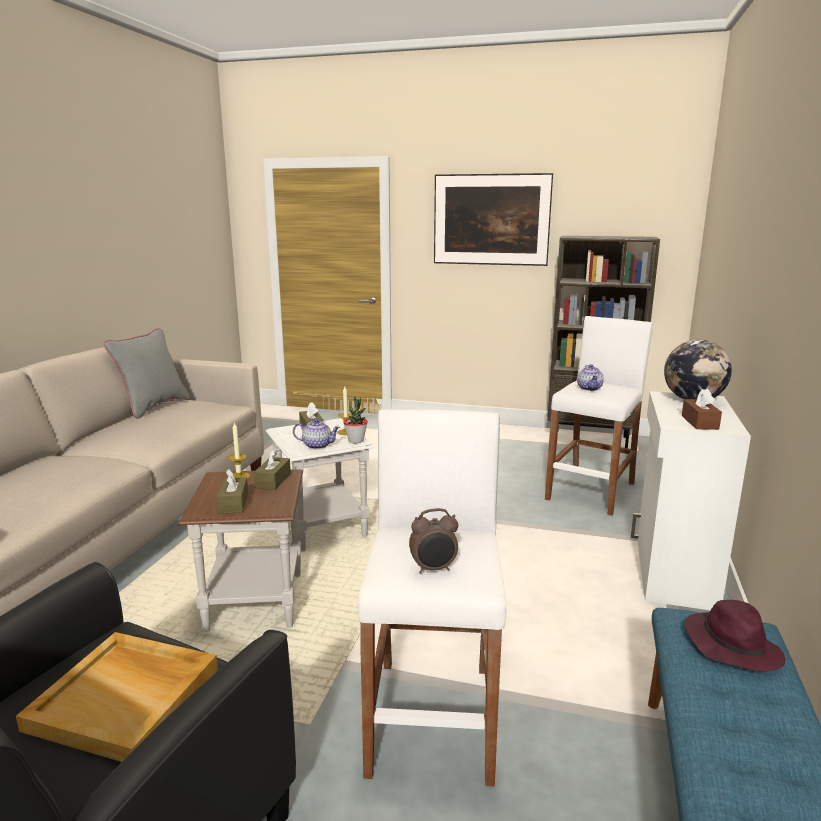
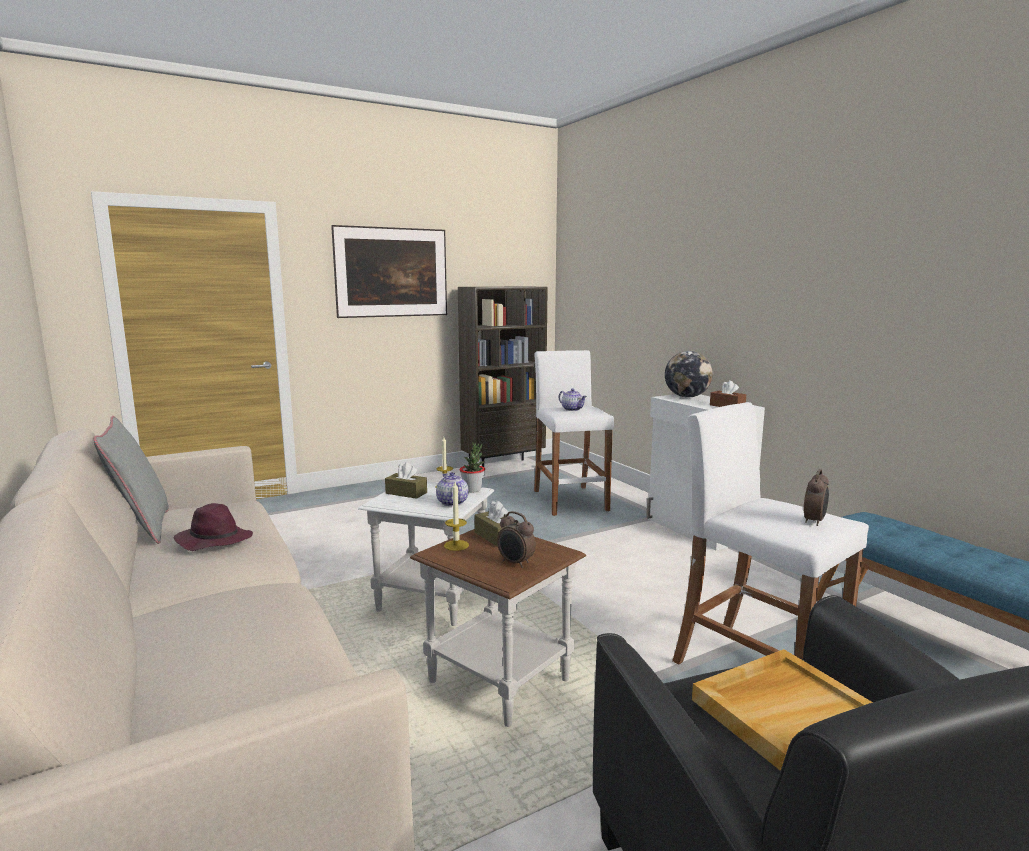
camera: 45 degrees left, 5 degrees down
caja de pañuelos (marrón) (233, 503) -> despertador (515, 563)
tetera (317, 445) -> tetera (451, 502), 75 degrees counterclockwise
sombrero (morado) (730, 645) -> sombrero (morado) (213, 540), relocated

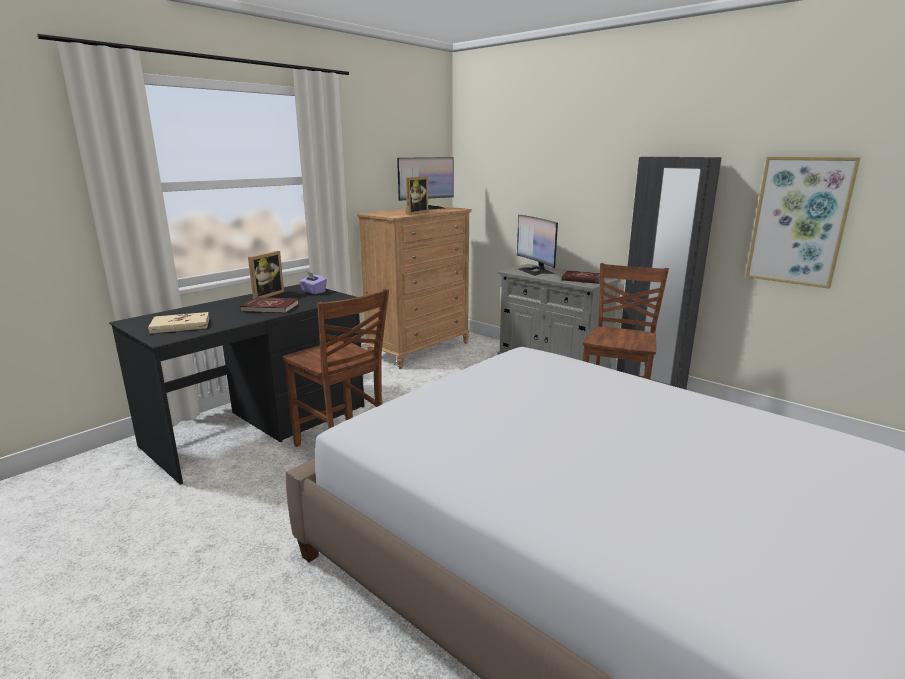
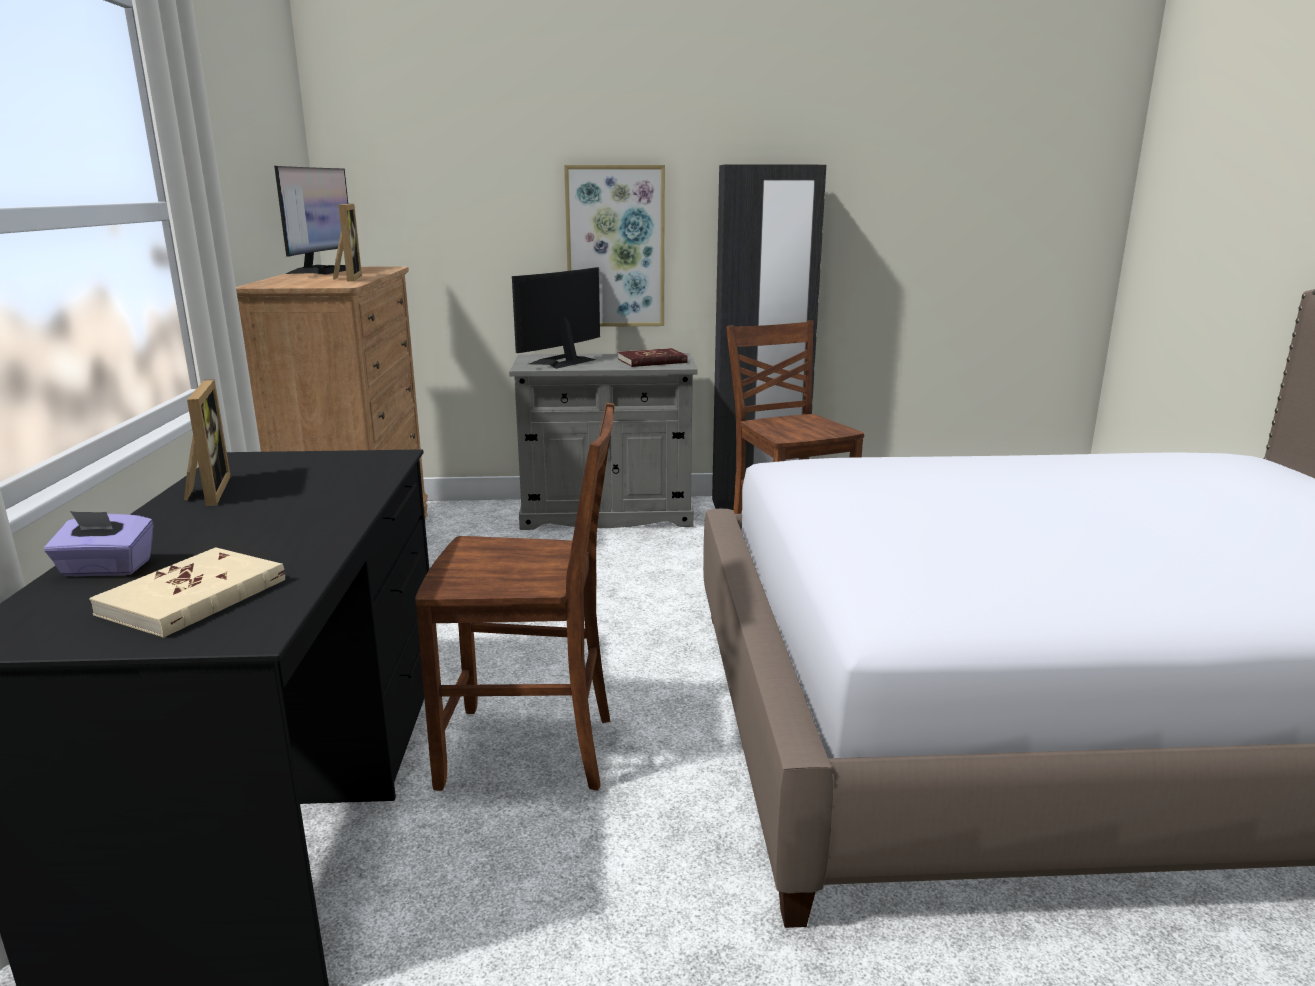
camera: 45 degrees left, 0 degrees up
libro (rojo) (270, 308) -> none
caja de pañuelos (morado) (313, 291) -> caja de pañuelos (morado) (106, 569), relocated
monitor (535, 271) -> monitor (562, 361), 105 degrees clockwise
cuadro (799, 221) -> cuadro (615, 247), relocated

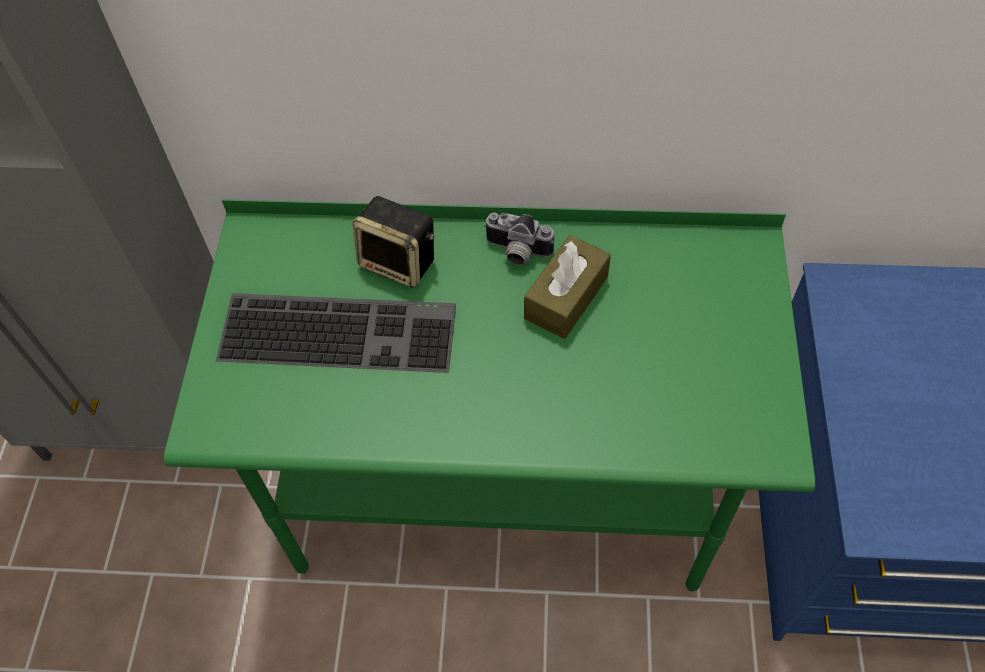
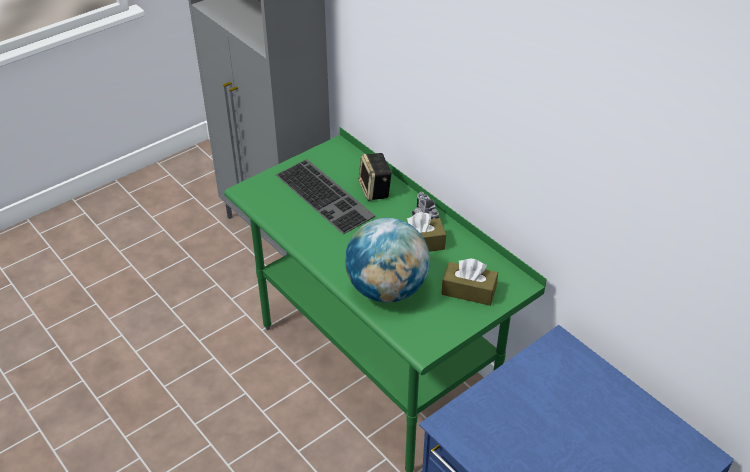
camera: 45 degrees right, 15 degrees down
none -> globo terráqueo (386, 289)
none -> caja de pañuelos (marrón) (468, 291)

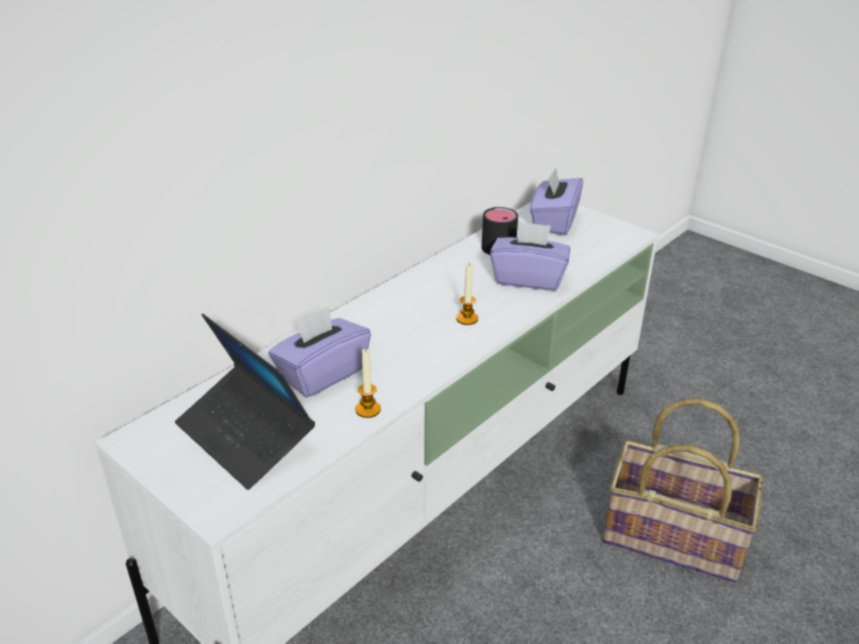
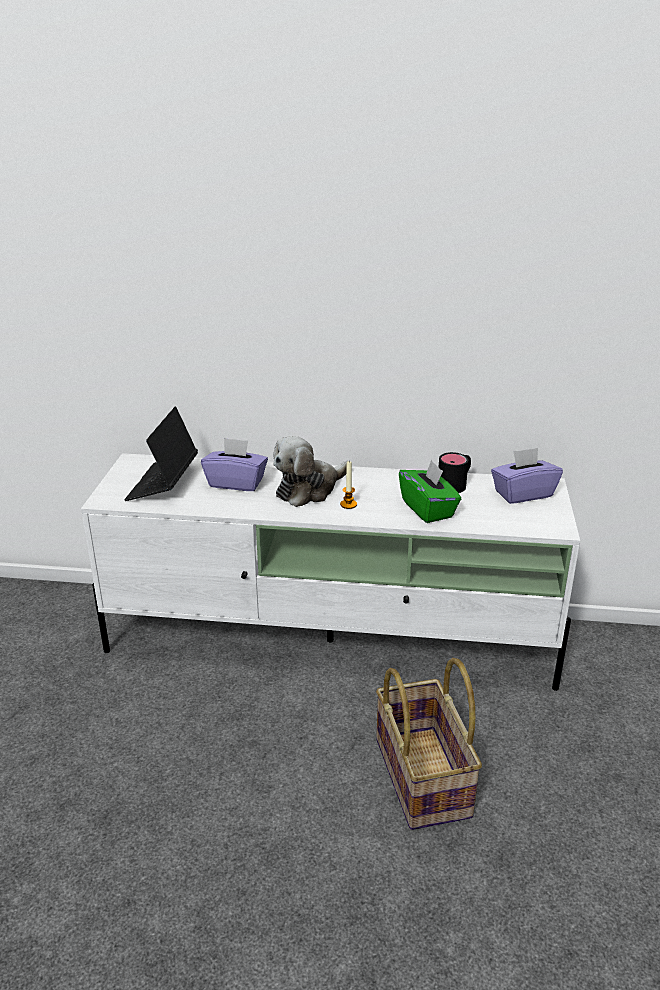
camera: 55 degrees right, 5 degrees down
vela (368, 409) -> none
caja de pañuelos (morado) (528, 278) -> caja de pañuelos (verde) (428, 509)
none -> peluche (309, 489)

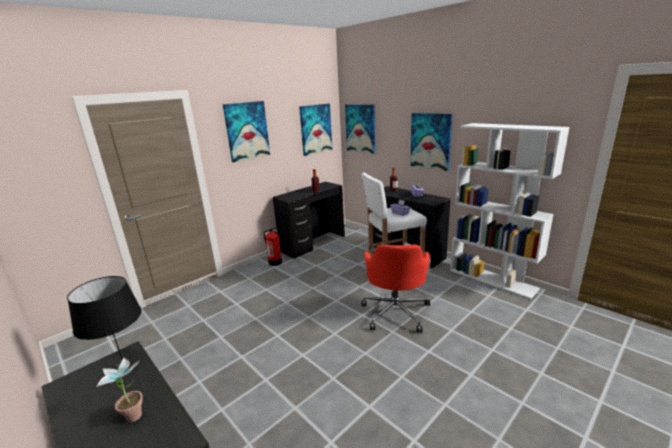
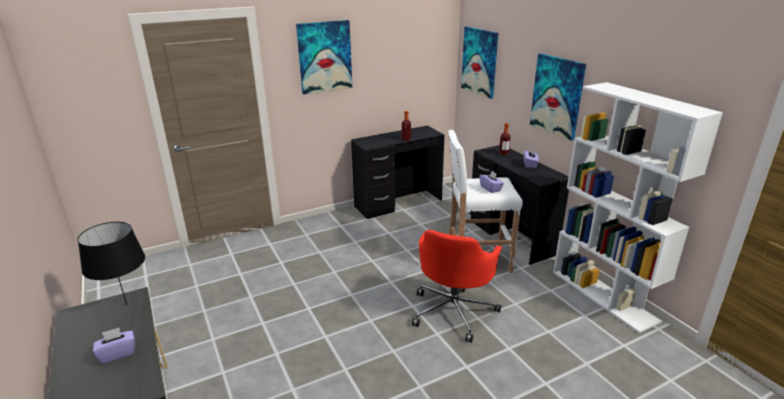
camera: 15 degrees right, 5 degrees up
planta en maceta (133, 412) -> caja de pañuelos (morado) (117, 353)
extintor (275, 262) -> none
cuadro (315, 129) -> none

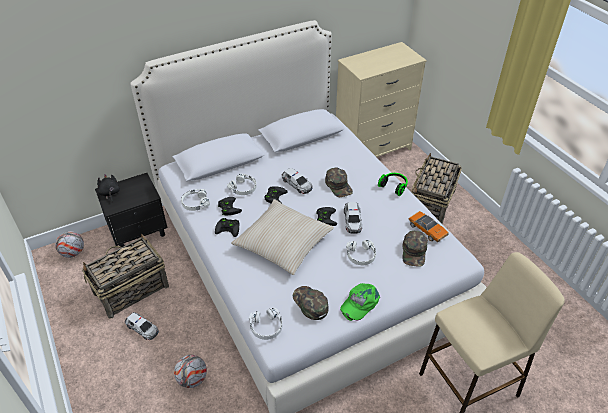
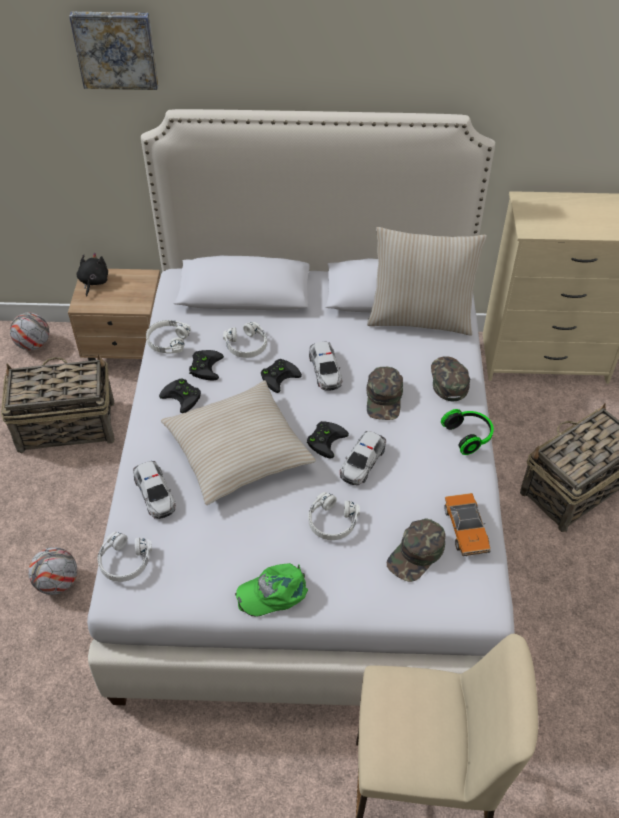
camera: 30 degrees right, 5 degrees up
mesita de noche (negro) (139, 232) -> mesita de noche (beis) (128, 349)
coche de juguete (142, 328) -> coche de juguete (155, 493), relocated
gorra (verde) (310, 303) -> gorra (verde) (448, 380), relocated
none -> cuadro (116, 49)
none -> cojín (beis) (420, 318)

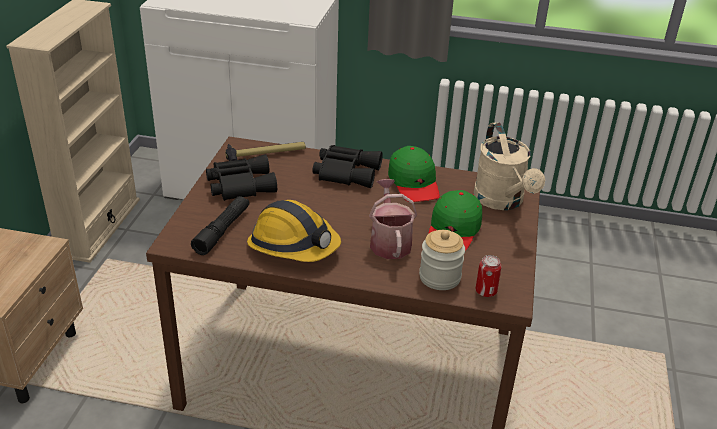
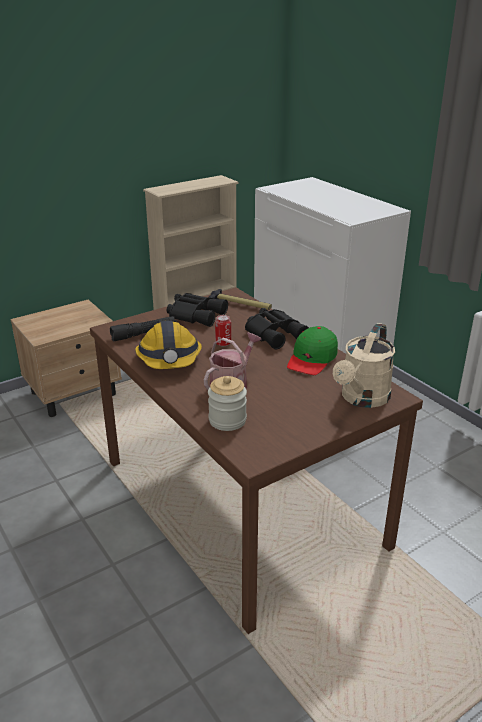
camera: 45 degrees right, 5 degrees down
gorra (verde) (453, 230) -> none
lata (486, 291) -> lata (223, 343), relocated

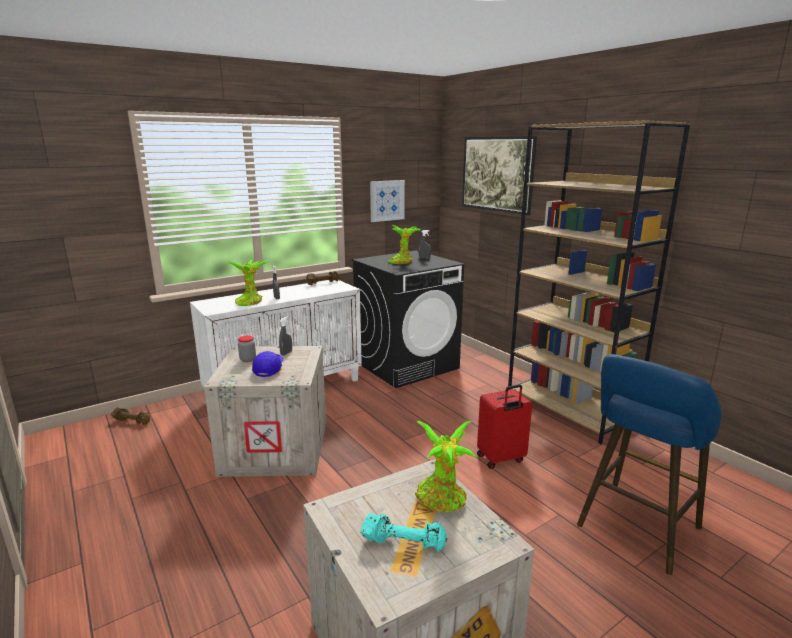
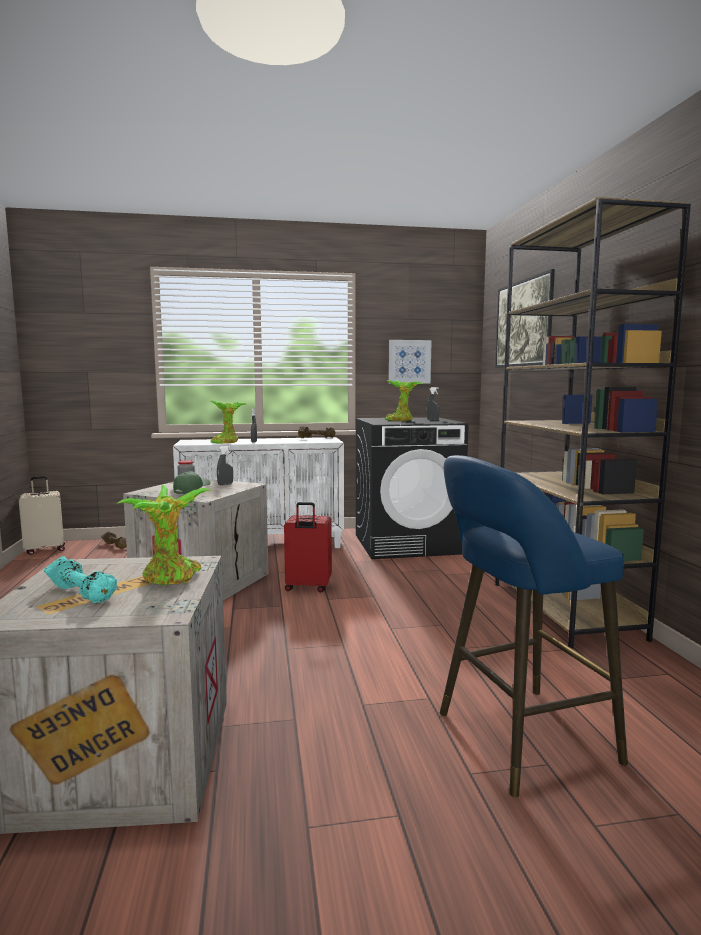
camera: 25 degrees right, 10 degrees down
gorra (azul) (269, 369) -> gorra (verde) (192, 490)
maleta (rojo) (501, 459) -> maleta (rojo) (308, 587), relocated
none -> maleta (beis) (45, 550)

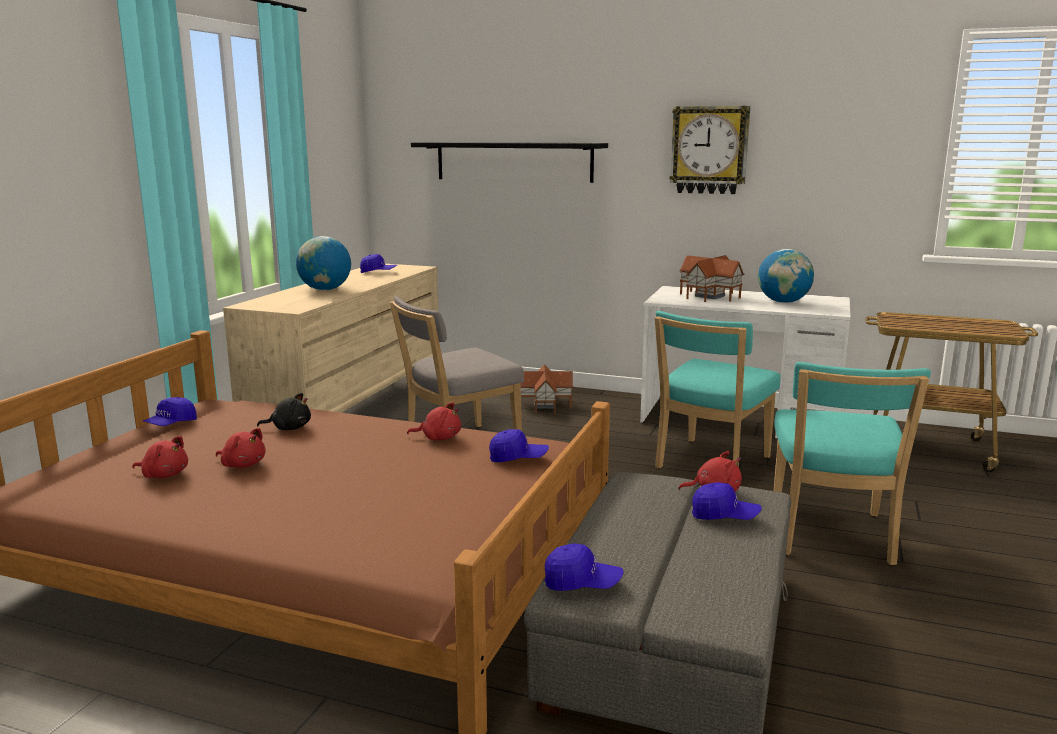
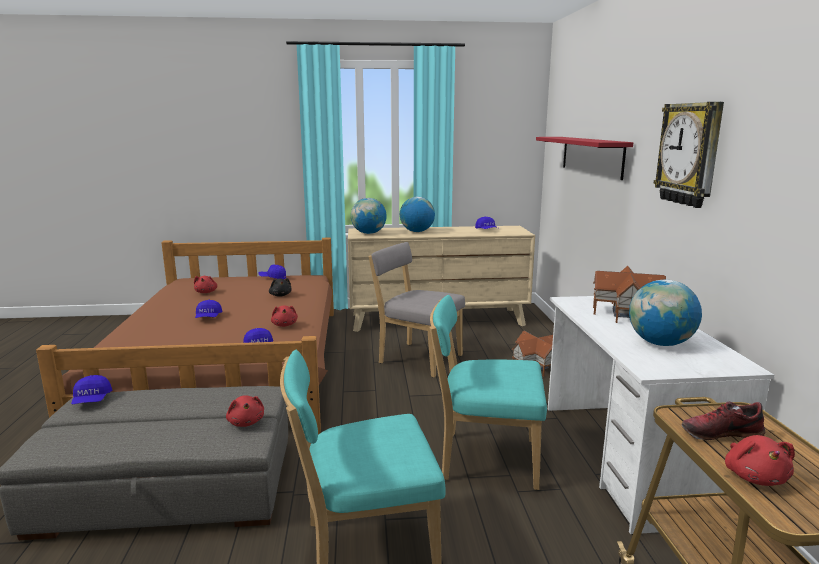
camera: 65 degrees right, 0 degrees up
peluche (rojo) (242, 465) -> peluche (rojo) (754, 476), relocated
estante (negro) (513, 161) -> estante (rojo) (591, 156)
gorra (azul) (724, 516) -> gorra (azul) (208, 317), relocated
none -> globo terráqueo (368, 233)
none -> zapato (720, 433)

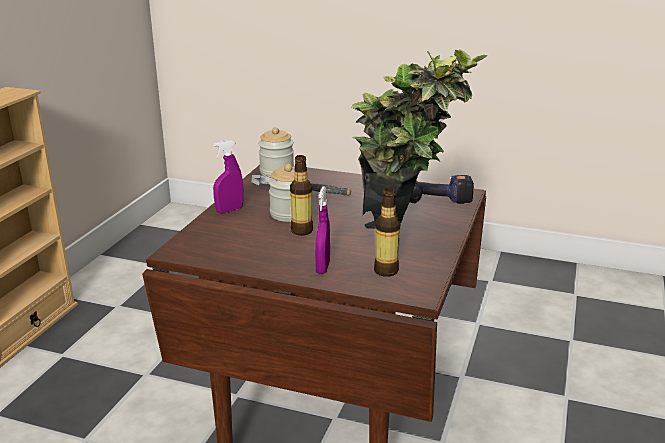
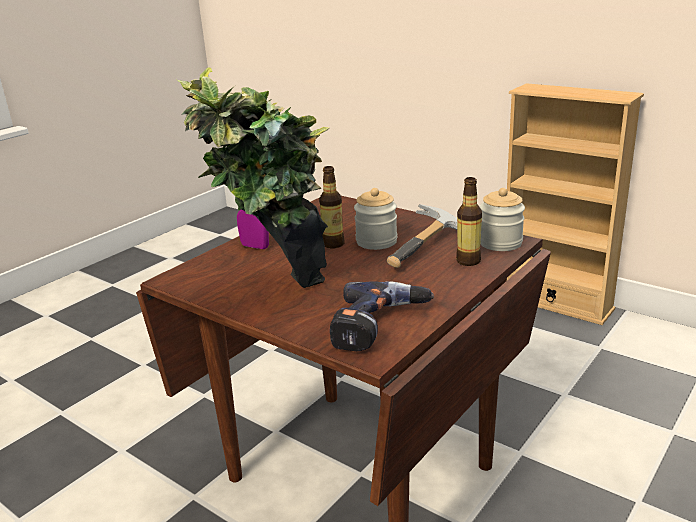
camera: 110 degrees right, 0 degrees up
pulverizador (morado) (229, 210) -> none
botella (386, 271) -> botella (468, 261), relocated

